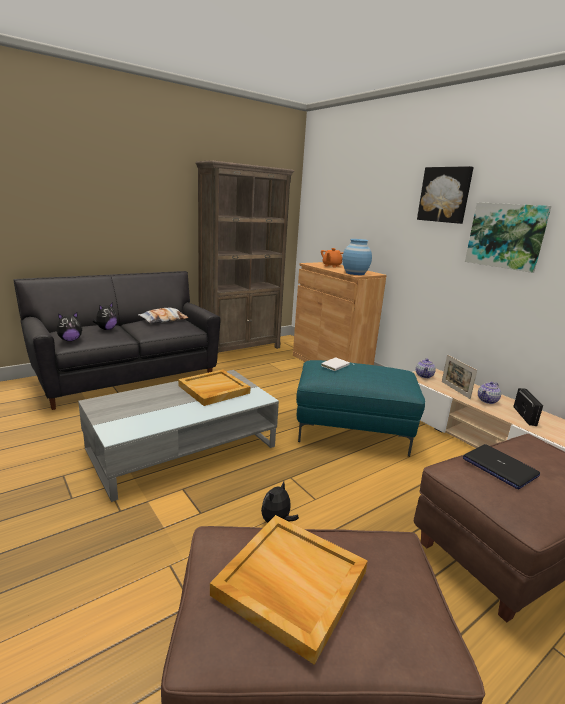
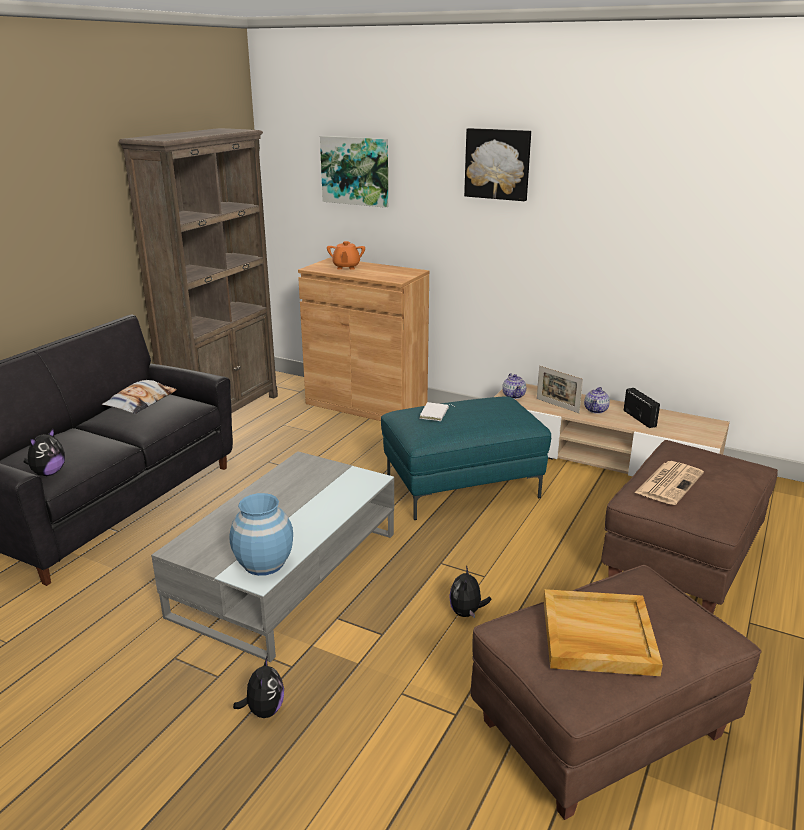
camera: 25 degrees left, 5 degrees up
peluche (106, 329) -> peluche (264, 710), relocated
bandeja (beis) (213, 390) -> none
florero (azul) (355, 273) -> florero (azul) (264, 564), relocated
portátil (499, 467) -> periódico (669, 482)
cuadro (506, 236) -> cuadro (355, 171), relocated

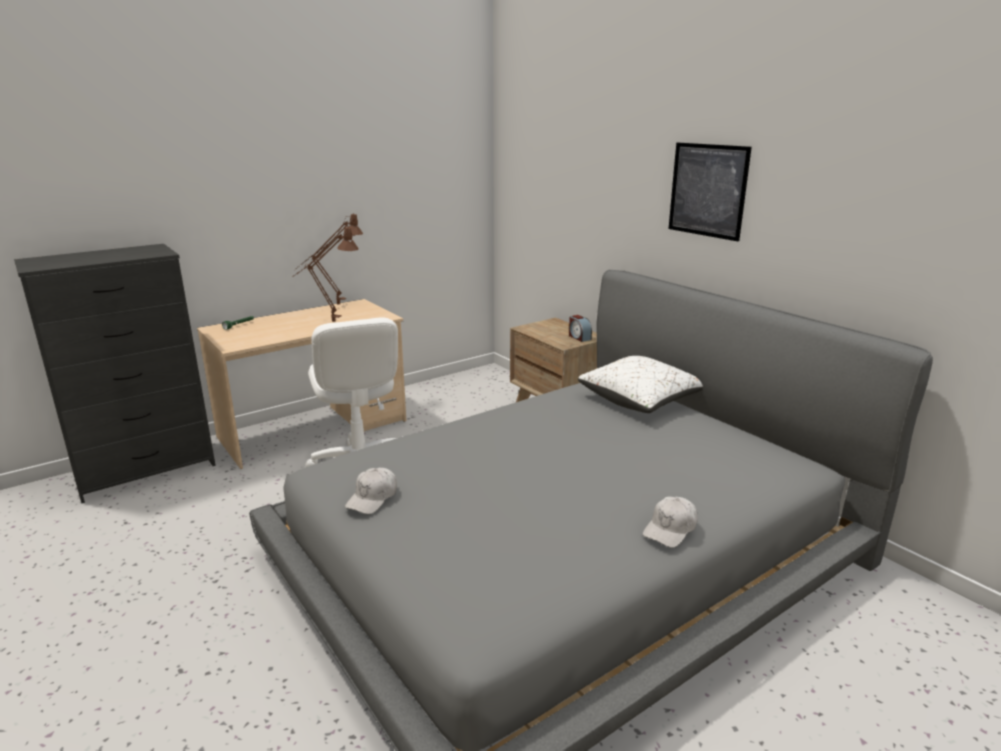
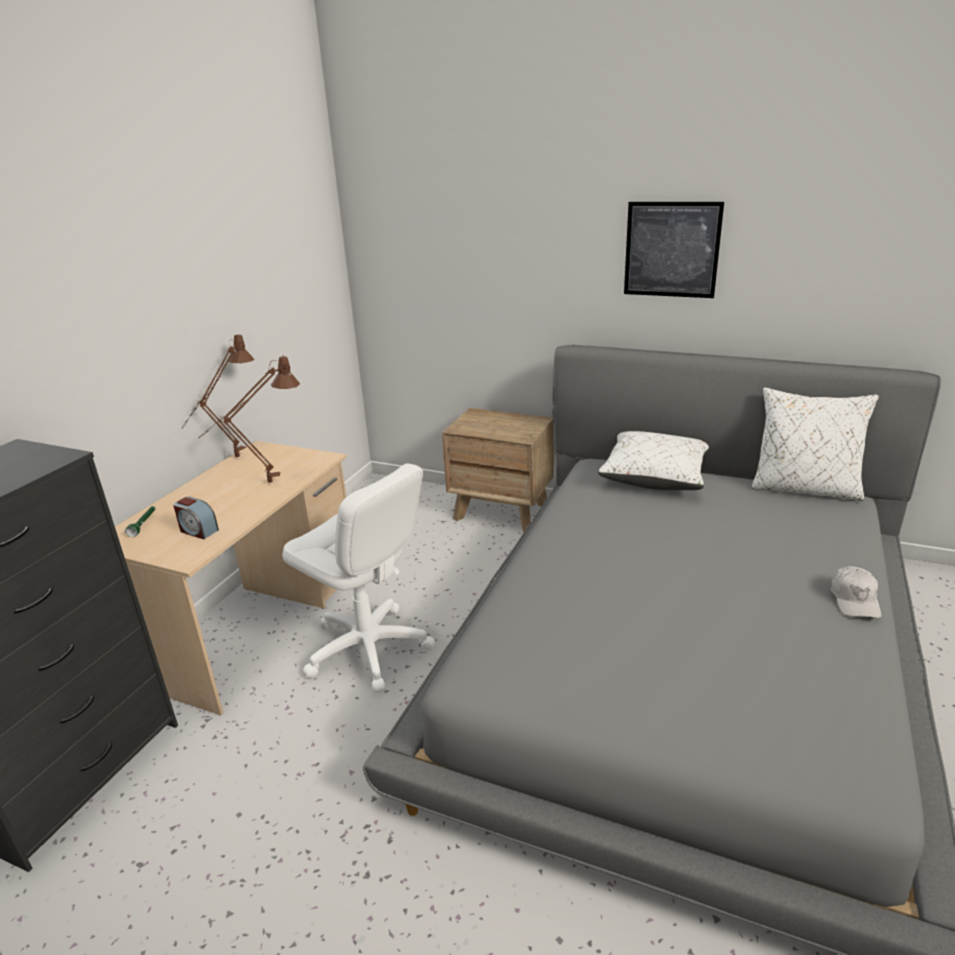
camera: 30 degrees left, 5 degrees up
gorra (blanco) (373, 498) -> none
despertador (579, 337) -> despertador (198, 530), relocated
none -> cojín (blanco) (804, 488)

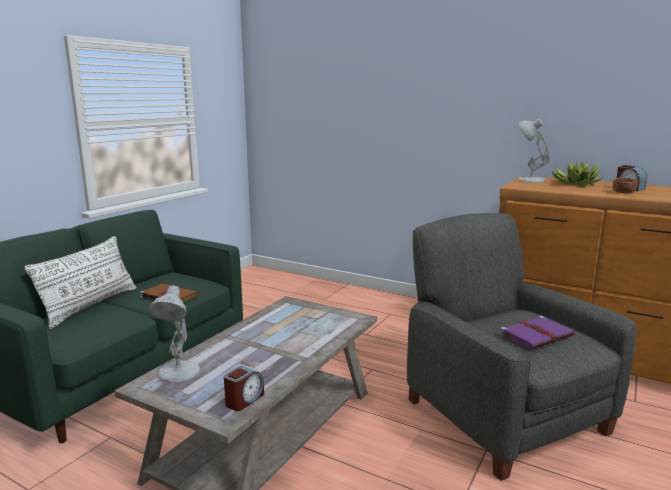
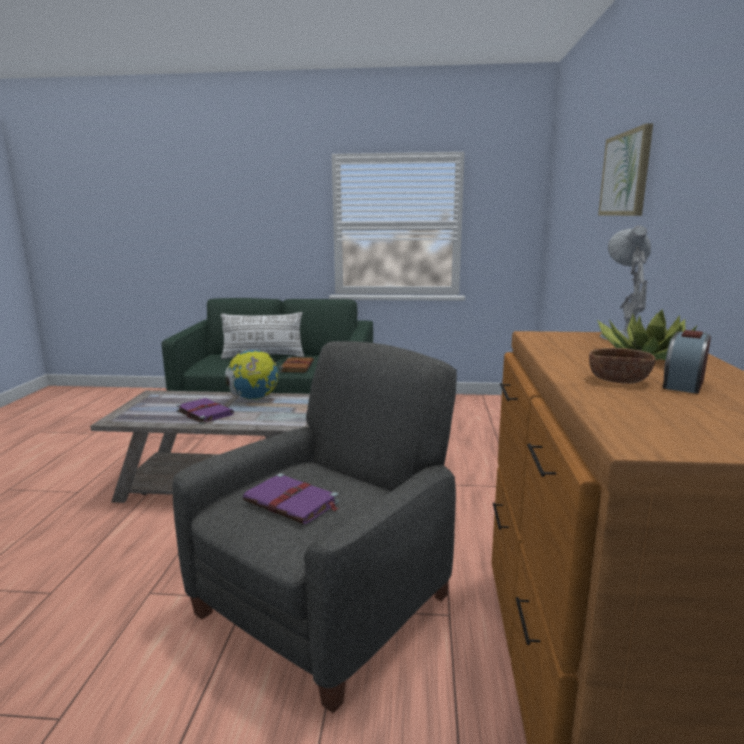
camera: 65 degrees right, 0 degrees up
lámpara de mesa (blanco) (178, 373) -> none
despertador (244, 400) -> none
none -> libro (morado) (204, 412)
none -> globo terráqueo (254, 399)
none -> cuadro (625, 174)

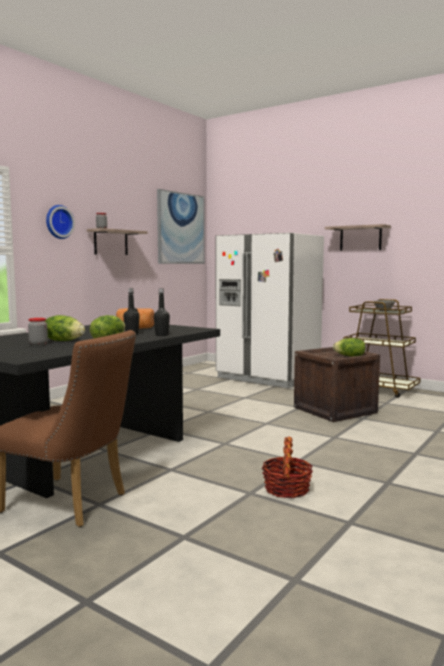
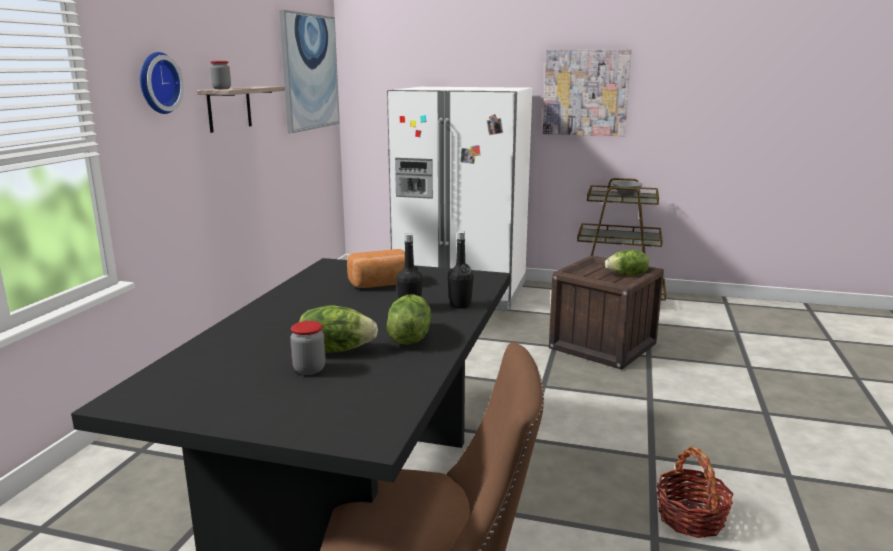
camera: 20 degrees left, 10 degrees up
estante (360, 238) -> cuadro (585, 92)

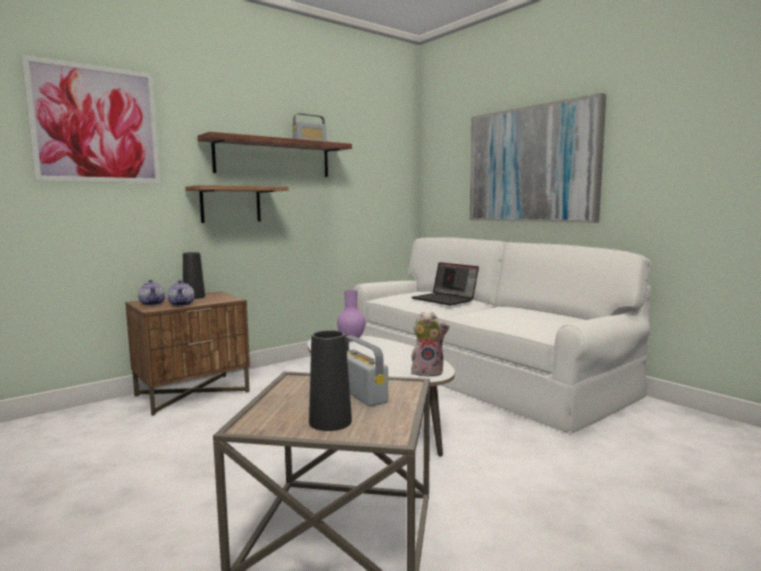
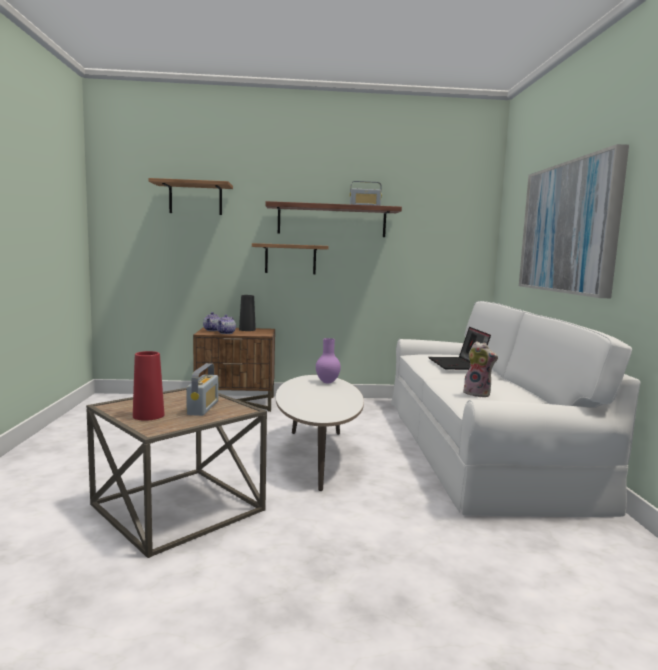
camera: 35 degrees right, 0 degrees up
cuadro (96, 125) -> estante (195, 199)
florero (negro) (330, 421) -> florero (rojo) (148, 415)
peluche (428, 372) -> peluche (478, 394), relocated

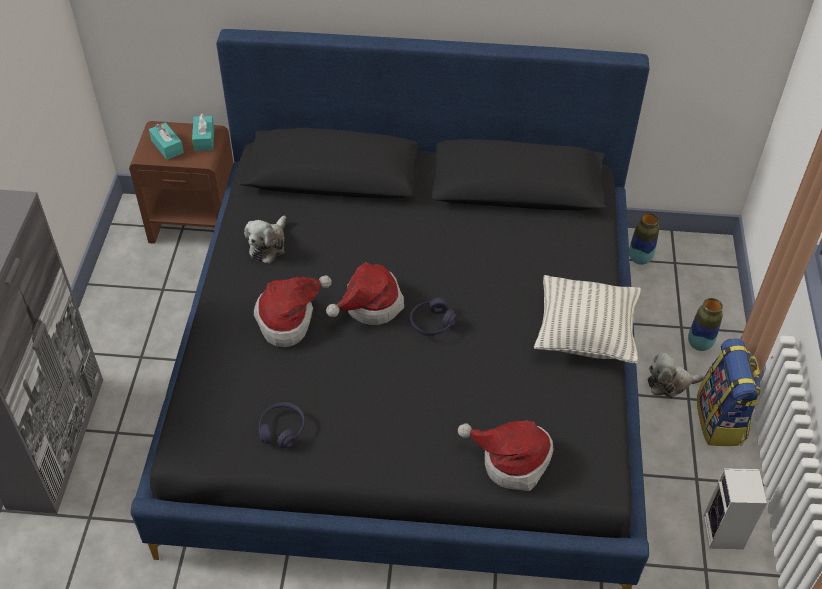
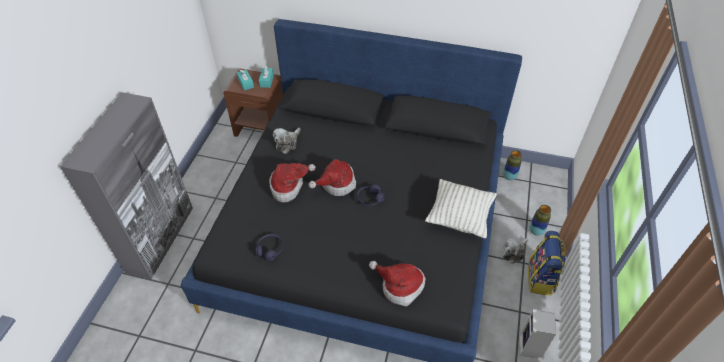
camera: 10 degrees right, 0 degrees up
peluche (670, 383) -> peluche (514, 252), 45 degrees counterclockwise

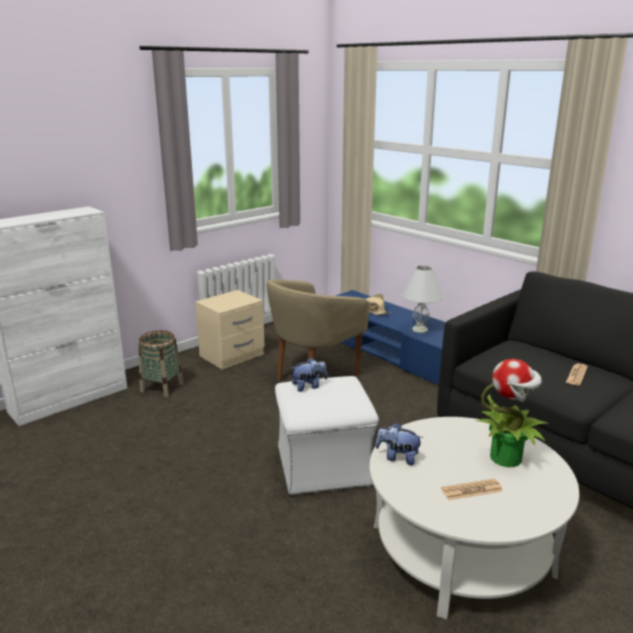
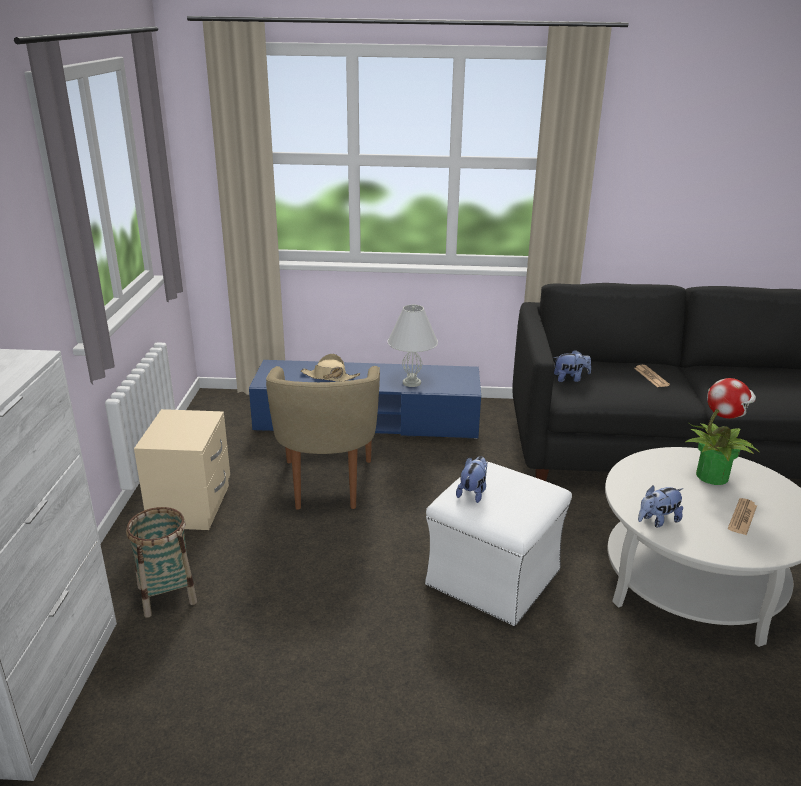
camera: 45 degrees left, 5 degrees up
none -> peluche (570, 379)

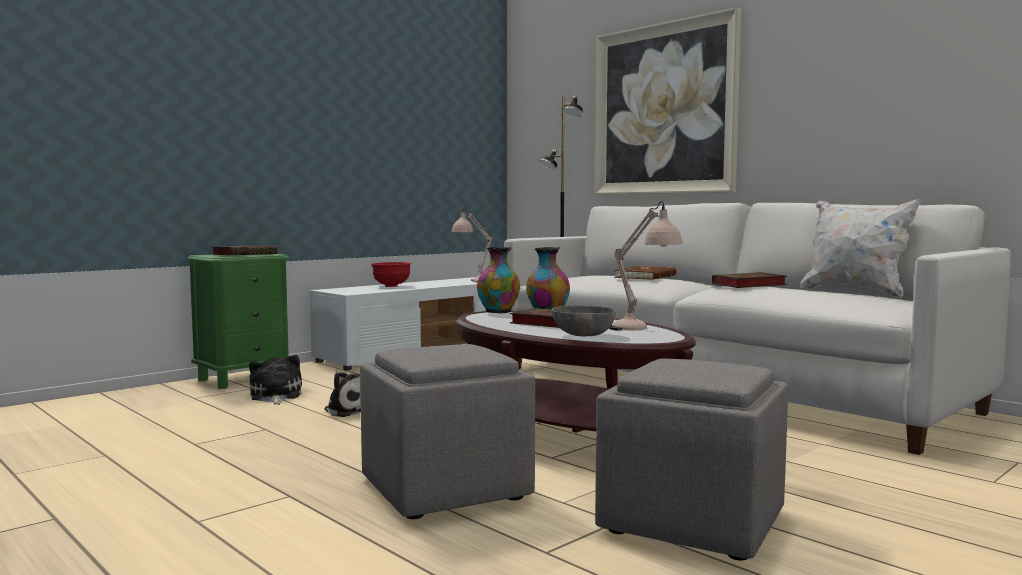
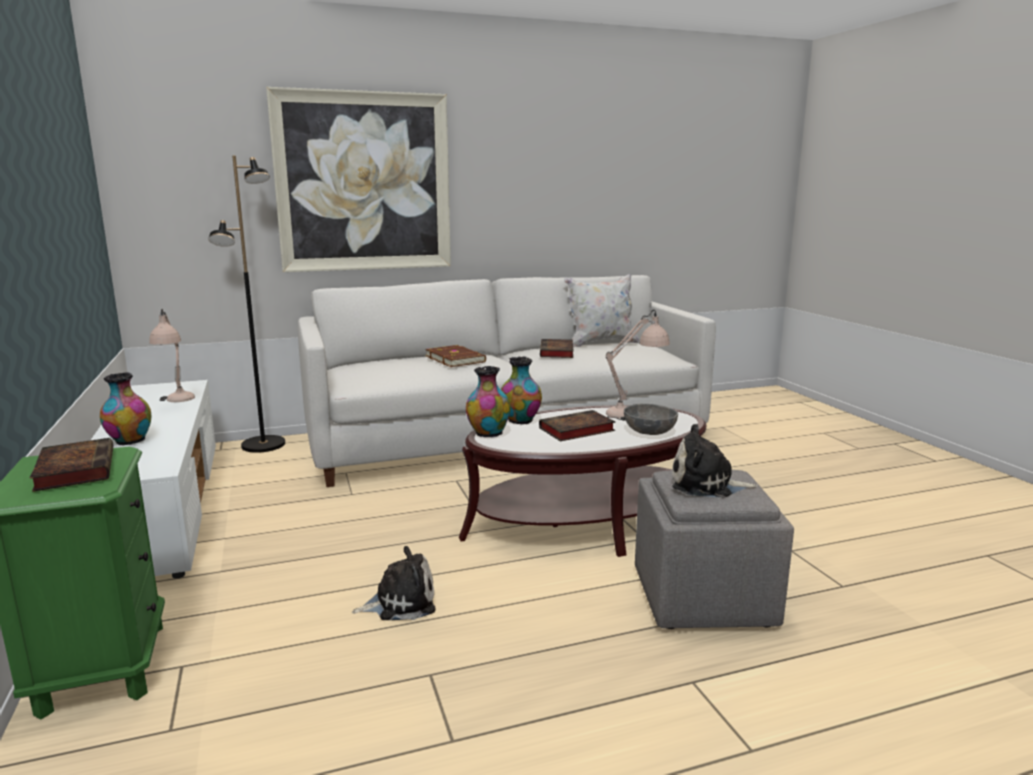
camera: 65 degrees left, 10 degrees up
peluche (275, 396) -> peluche (706, 485), relocated
cuenco (rojo) (391, 286) -> florero (129, 441)
puf (gris) (693, 522) -> none

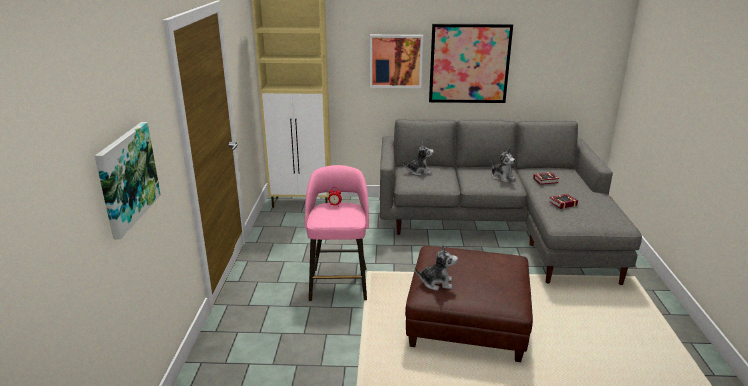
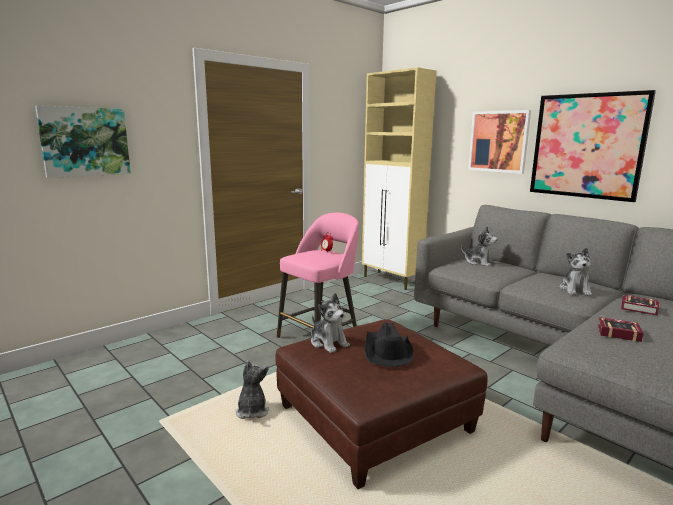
camera: 45 degrees right, 10 degrees down
none -> peluche (252, 411)
none -> sombrero (negro) (387, 351)

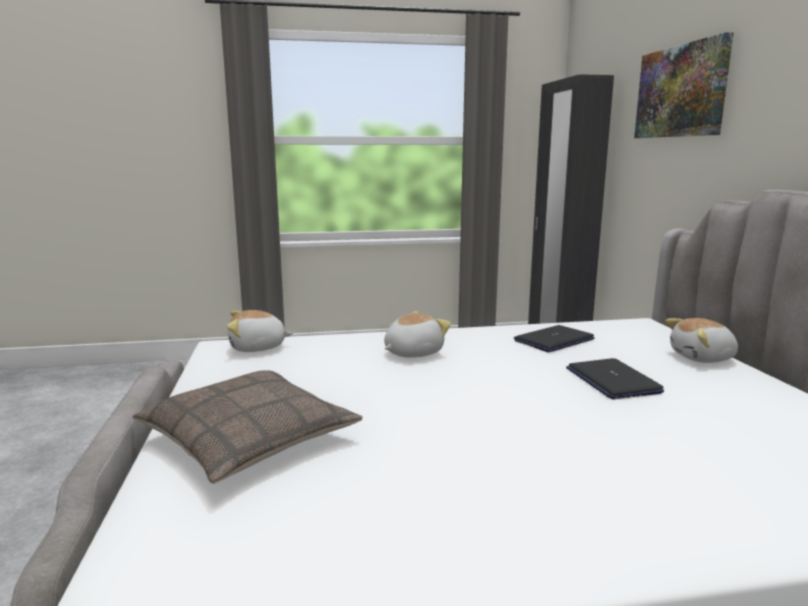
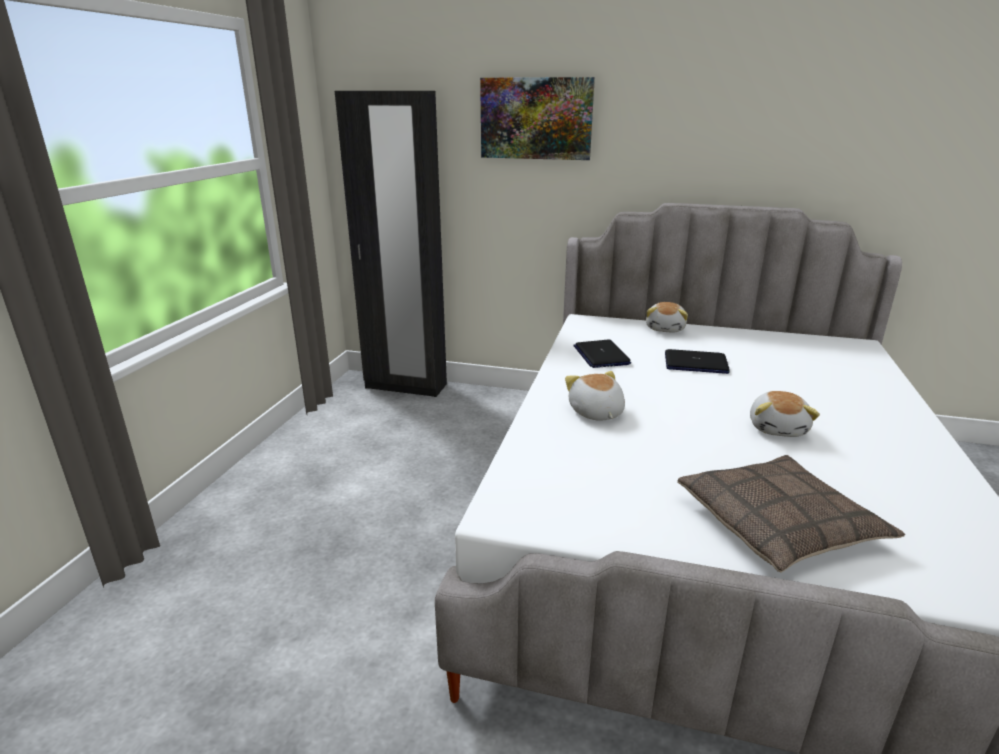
camera: 65 degrees left, 10 degrees up
peluche (257, 348) -> peluche (778, 428), relocated

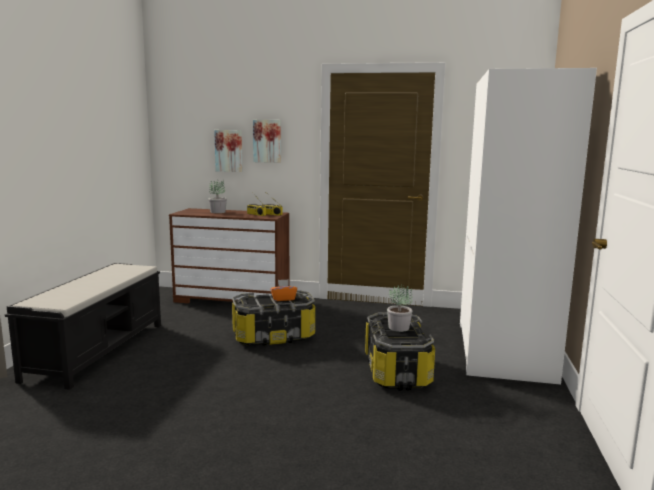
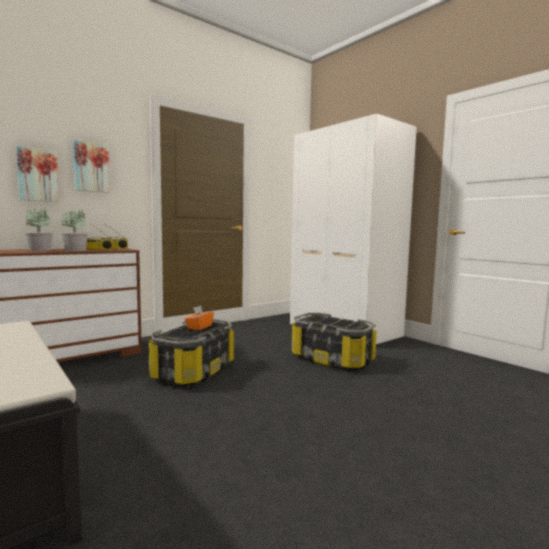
camera: 50 degrees left, 5 degrees down
planta en maceta (399, 327) -> planta en maceta (76, 250), relocated

